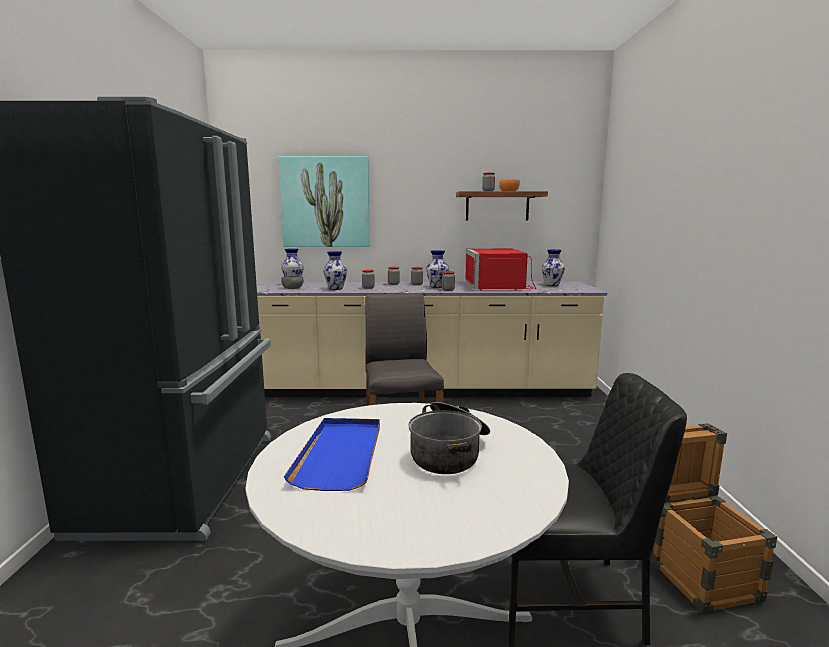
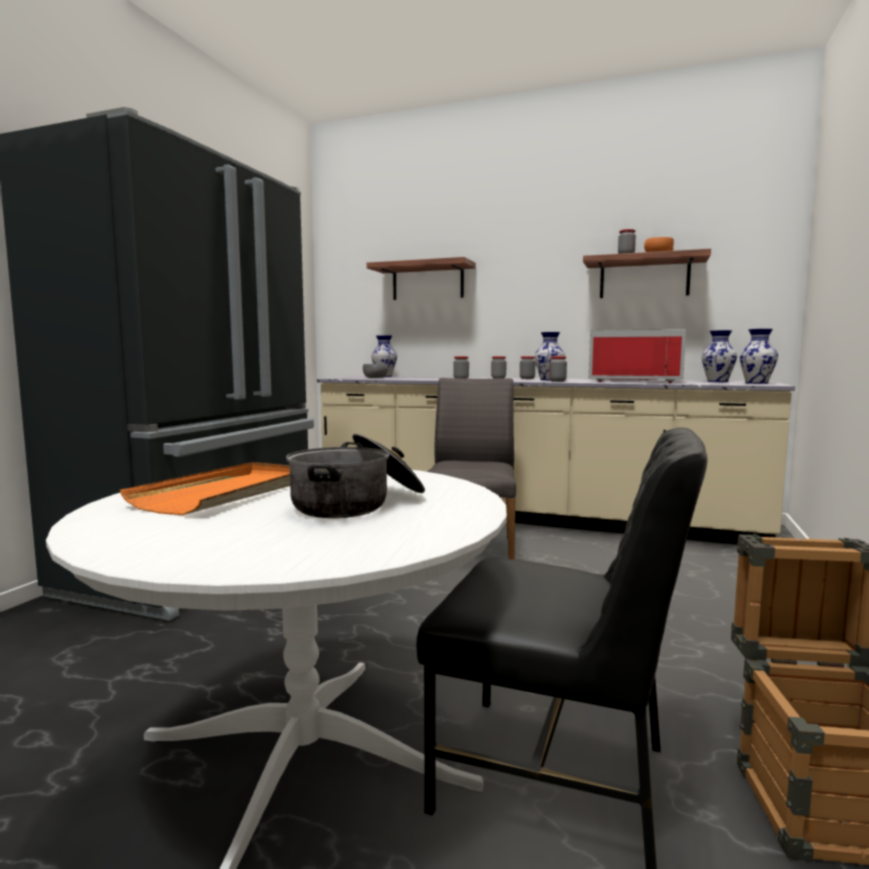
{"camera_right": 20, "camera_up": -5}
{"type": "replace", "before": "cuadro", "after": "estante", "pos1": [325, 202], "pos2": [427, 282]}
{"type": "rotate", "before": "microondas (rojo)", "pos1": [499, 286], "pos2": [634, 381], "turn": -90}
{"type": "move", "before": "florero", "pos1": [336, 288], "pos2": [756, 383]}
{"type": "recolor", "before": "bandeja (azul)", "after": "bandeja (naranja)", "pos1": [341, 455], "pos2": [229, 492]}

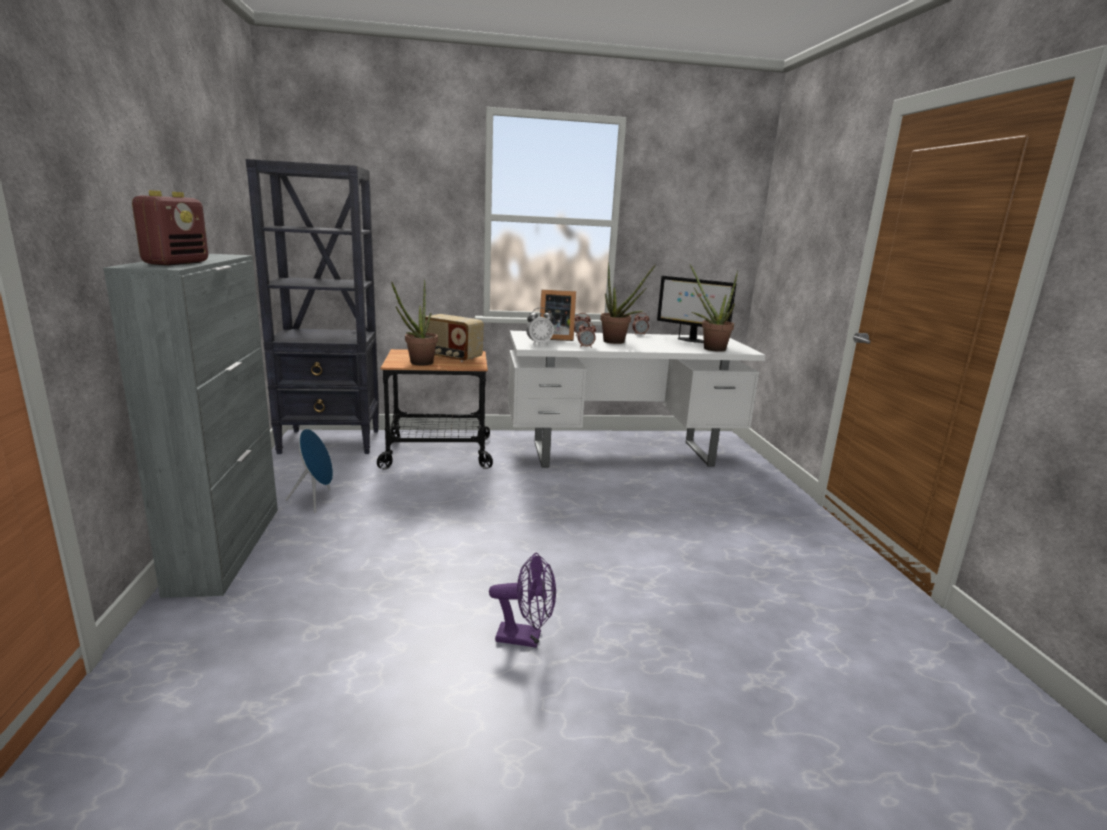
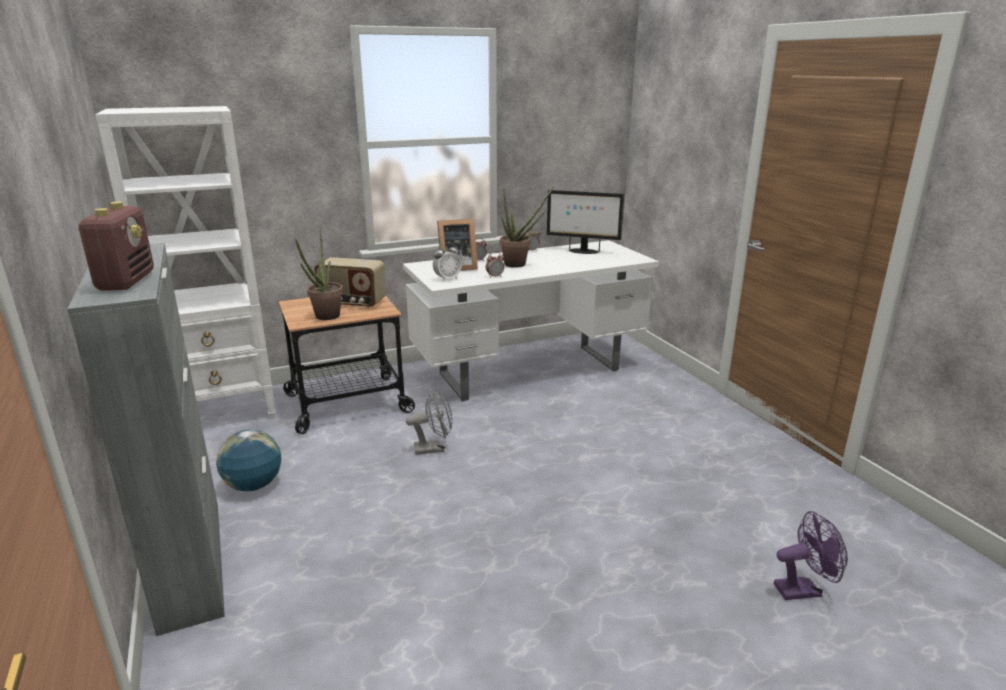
{"camera_right": -15, "camera_up": 5}
{"type": "recolor", "before": "estantería (negro)", "after": "estantería (blanco)", "pos1": [331, 442], "pos2": [224, 411]}
{"type": "delete", "before": "planta en maceta", "pos1": [709, 348]}
{"type": "replace", "before": "altavoz (azul)", "after": "globo terráqueo", "pos1": [316, 500], "pos2": [253, 485]}
{"type": "move", "before": "ventilador (morado)", "pos1": [526, 638], "pos2": [803, 589]}
{"type": "insert", "after": "ventilador (gris)", "pos2": [434, 448]}

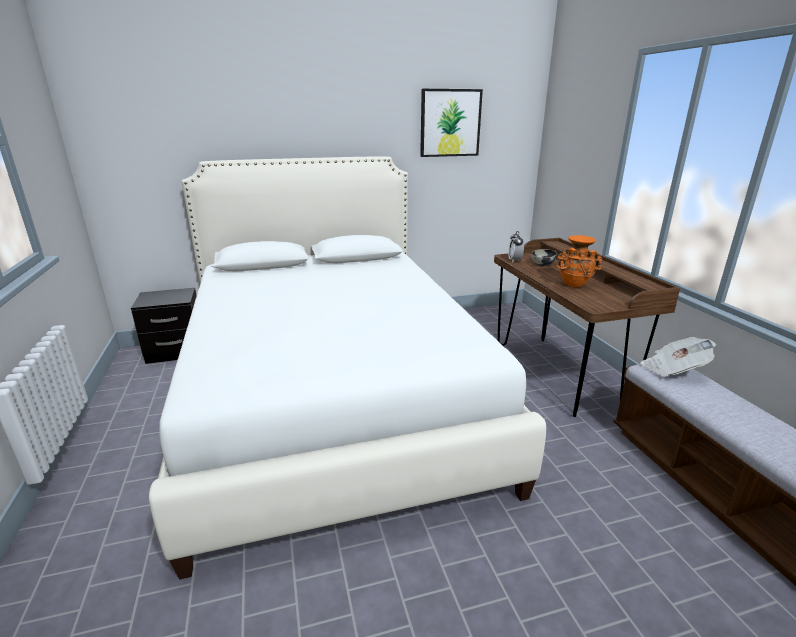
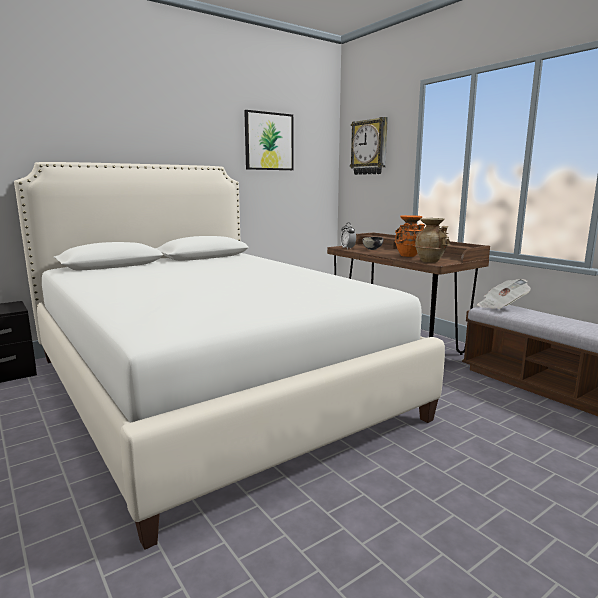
{"camera_right": -20, "camera_up": -10}
{"type": "insert", "after": "reloj de pared", "pos2": [369, 147]}
{"type": "insert", "after": "florero (beis)", "pos2": [430, 261]}

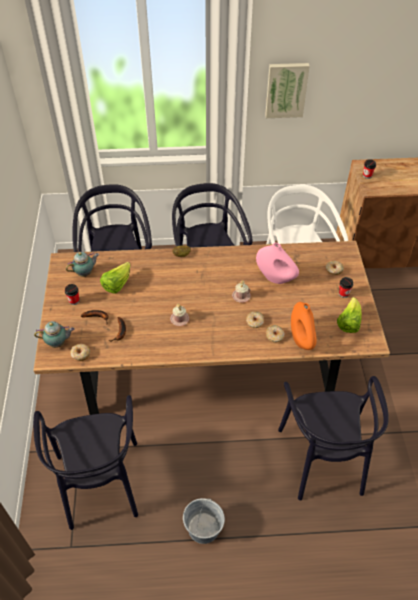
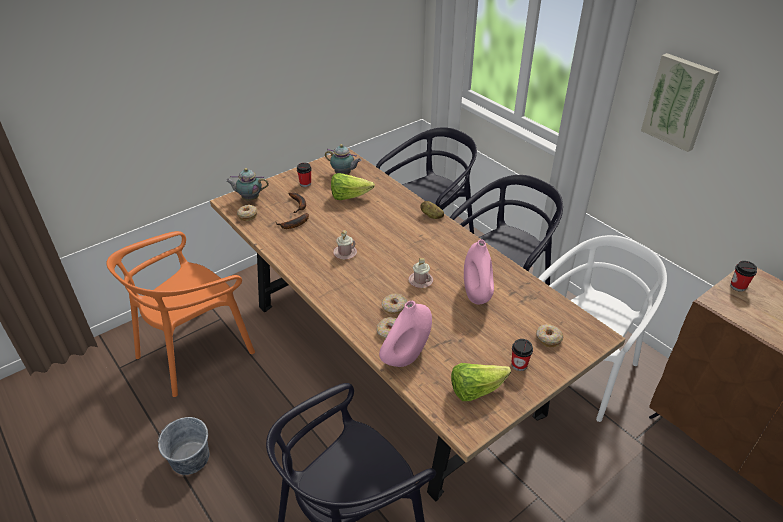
{"camera_right": 55, "camera_up": -10}
{"type": "recolor", "before": "florero (naranja)", "after": "florero (rosa)", "pos1": [301, 339], "pos2": [405, 357]}
{"type": "rotate", "before": "tetera", "pos1": [58, 343], "pos2": [249, 198], "turn": 135}
{"type": "recolor", "before": "silla (negro)", "after": "silla (naranja)", "pos1": [100, 482], "pos2": [195, 351]}

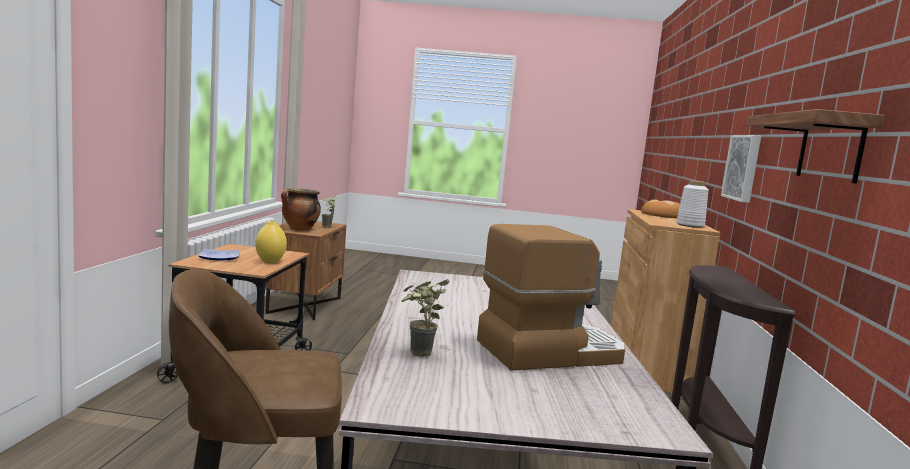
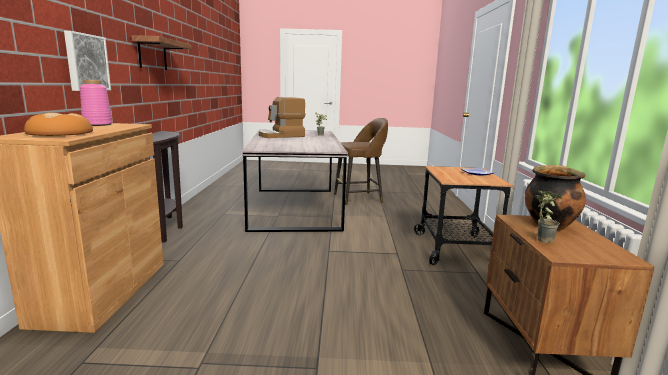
{"camera_right": 175, "camera_up": 5}
{"type": "recolor", "before": "florero (blanco)", "after": "florero (rosa)", "pos1": [690, 225], "pos2": [97, 124]}
{"type": "delete", "before": "florero (amarillo)", "pos1": [270, 262]}

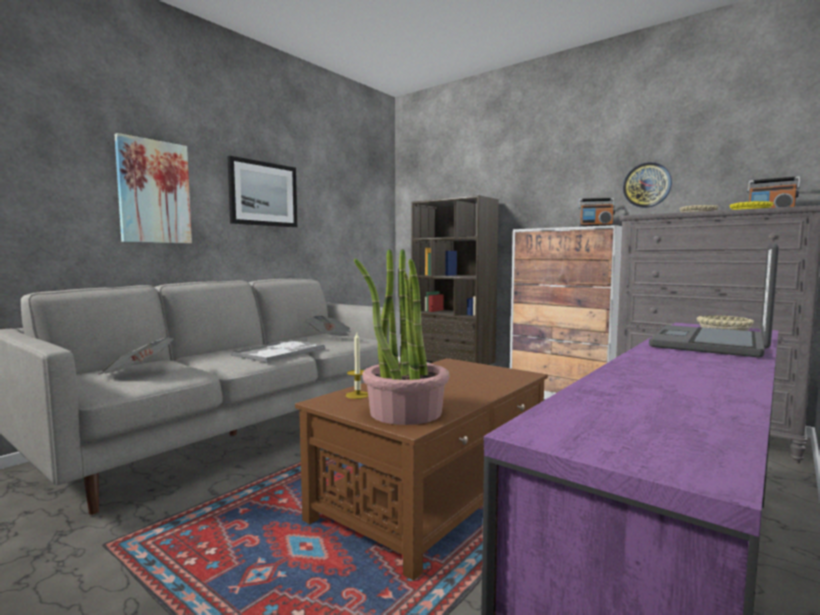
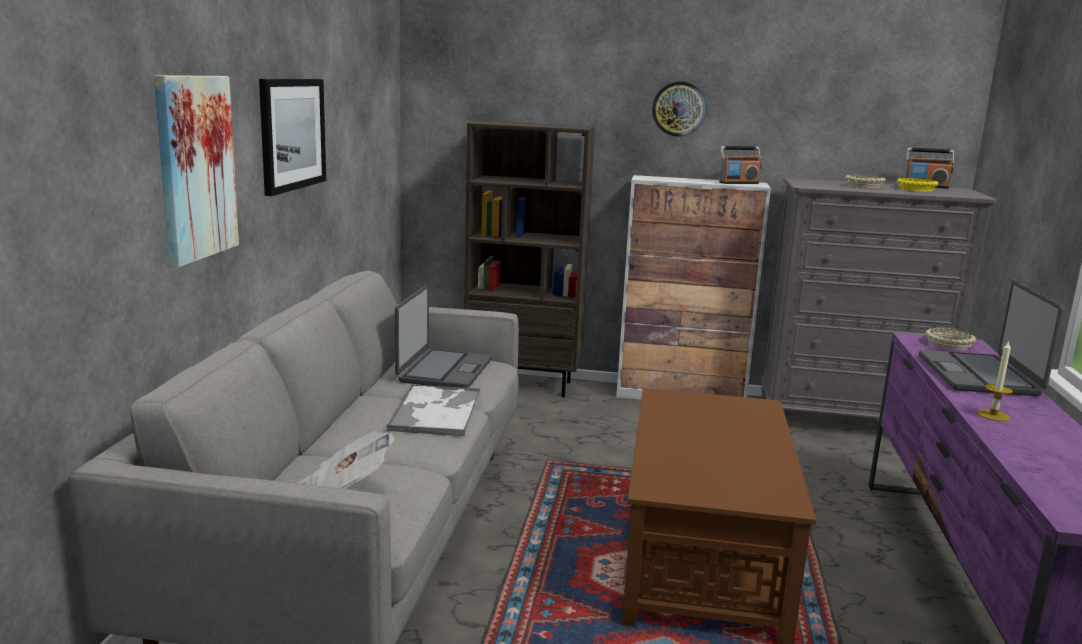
{"camera_right": -30, "camera_up": 10}
{"type": "move", "before": "reloj de pared", "pos1": [647, 185], "pos2": [679, 109]}
{"type": "delete", "before": "planta en maceta", "pos1": [405, 412]}
{"type": "replace", "before": "periódico", "after": "portátil", "pos1": [330, 339], "pos2": [444, 371]}
{"type": "move", "before": "vela", "pos1": [357, 395], "pos2": [993, 415]}

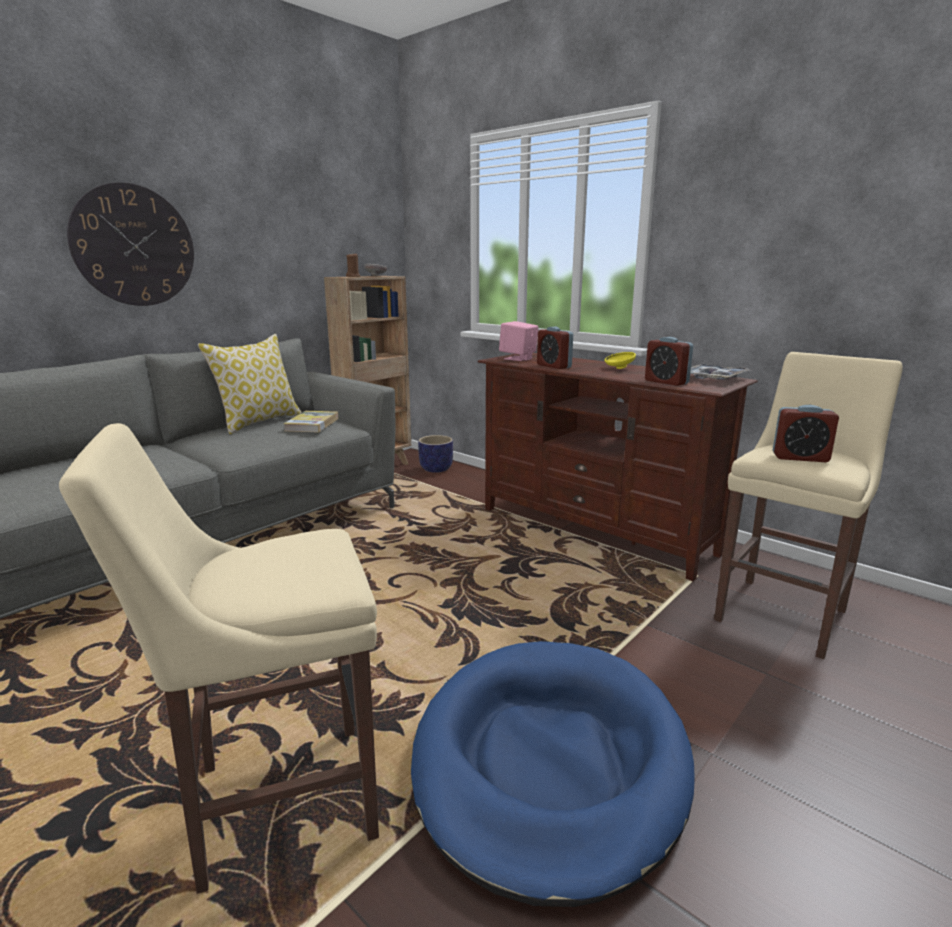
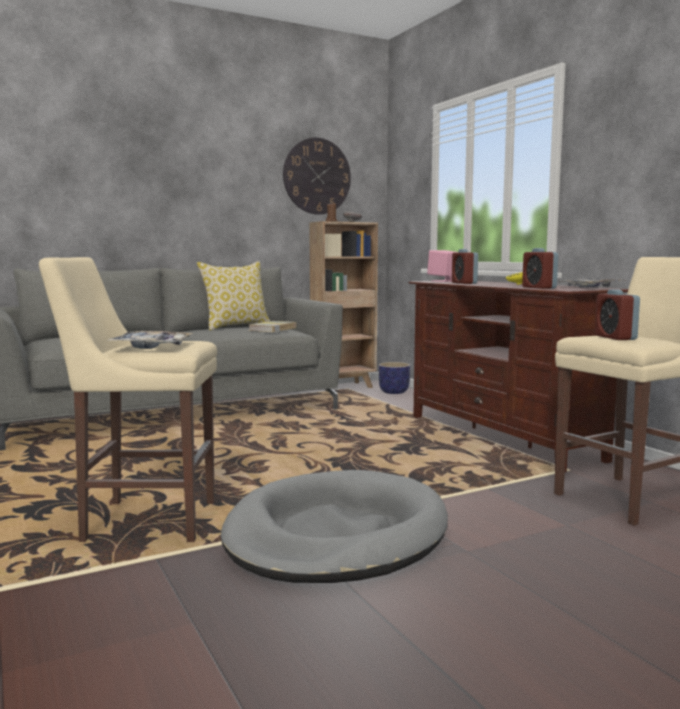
{"camera_right": 20, "camera_up": -10}
{"type": "move", "before": "reloj de pared", "pos1": [134, 246], "pos2": [317, 176]}
{"type": "rotate", "before": "despertador", "pos1": [800, 457], "pos2": [615, 337], "turn": 45}
{"type": "recolor", "before": "cama para perro (azul)", "after": "cama para perro (gris)", "pos1": [549, 762], "pos2": [336, 535]}
{"type": "insert", "after": "bandeja", "pos2": [151, 346]}

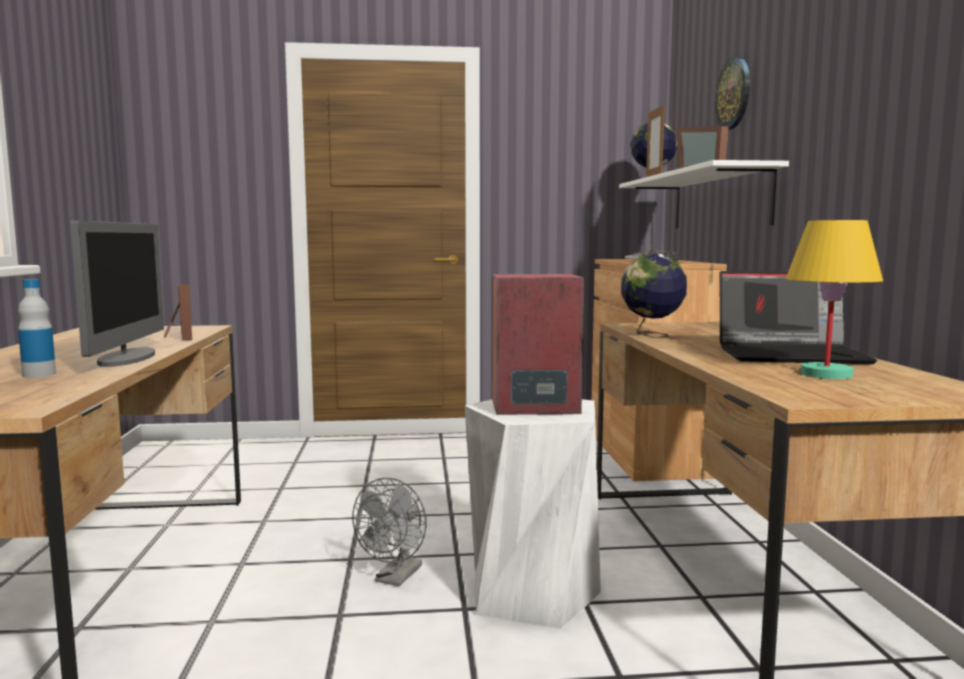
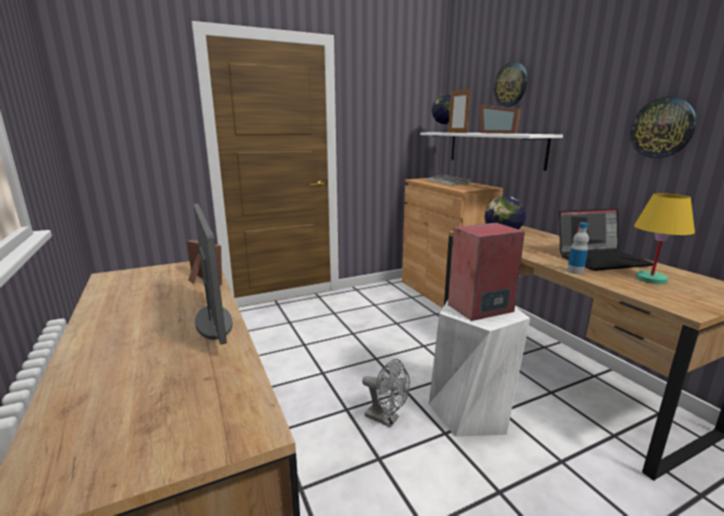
{"camera_right": -20, "camera_up": 10}
{"type": "move", "before": "botella", "pos1": [39, 374], "pos2": [575, 271]}
{"type": "rotate", "before": "ventilador (gris)", "pos1": [395, 578], "pos2": [386, 419], "turn": -60}
{"type": "insert", "after": "reloj de pared", "pos2": [662, 128]}

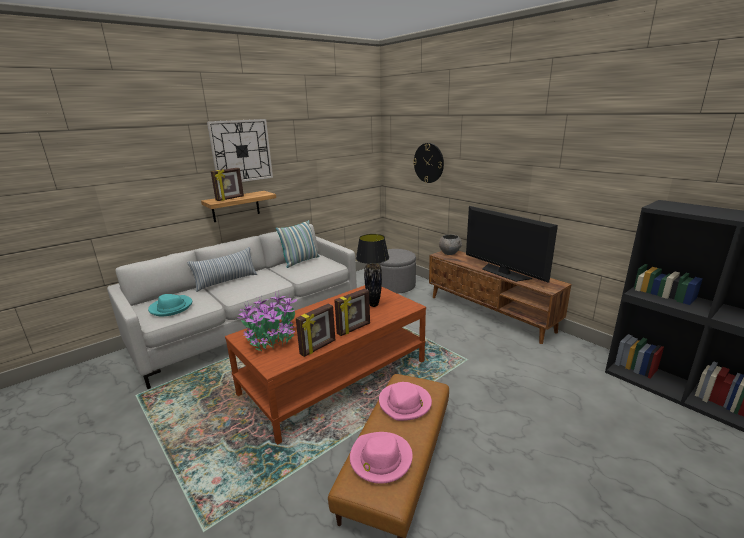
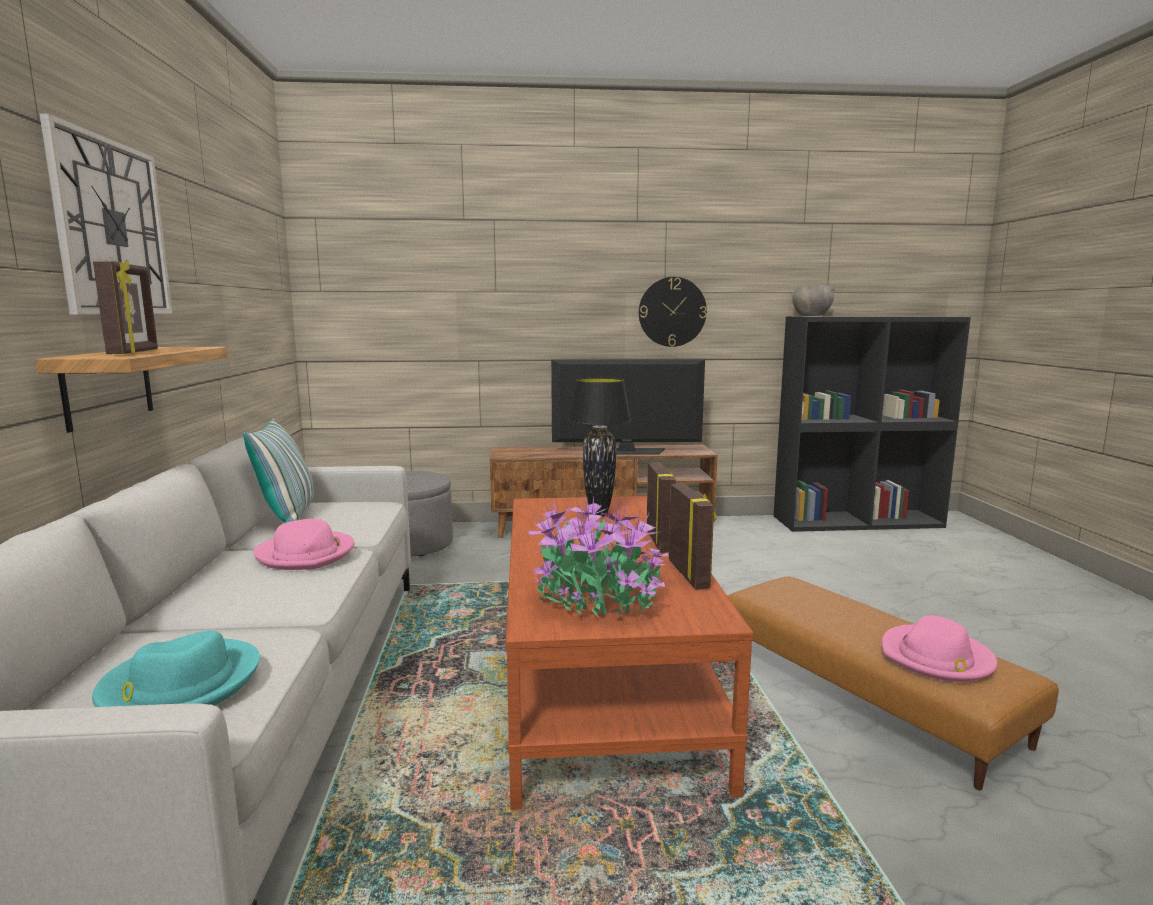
{"camera_right": -55, "camera_up": -10}
{"type": "move", "before": "reloj de pared", "pos1": [428, 163], "pos2": [672, 312]}
{"type": "move", "before": "cuenco (gris)", "pos1": [449, 253], "pos2": [811, 316]}
{"type": "delete", "before": "cojín", "pos1": [226, 281]}
{"type": "move", "before": "sombrero (rosa)", "pos1": [405, 403], "pos2": [306, 554]}

